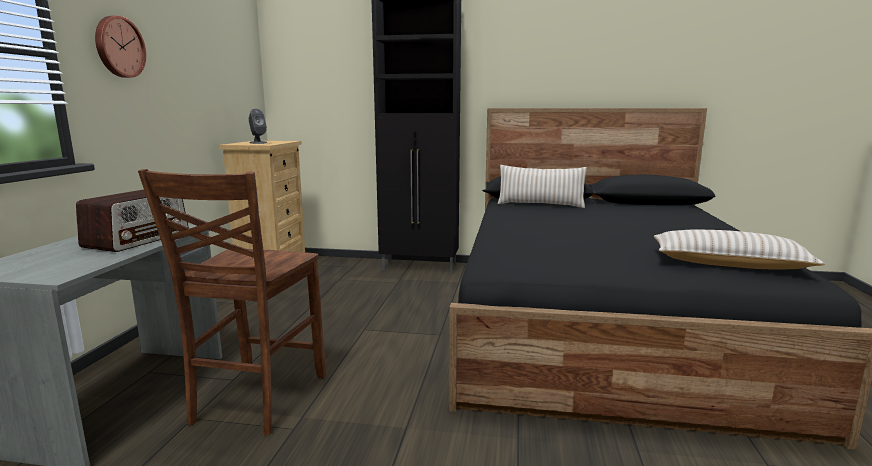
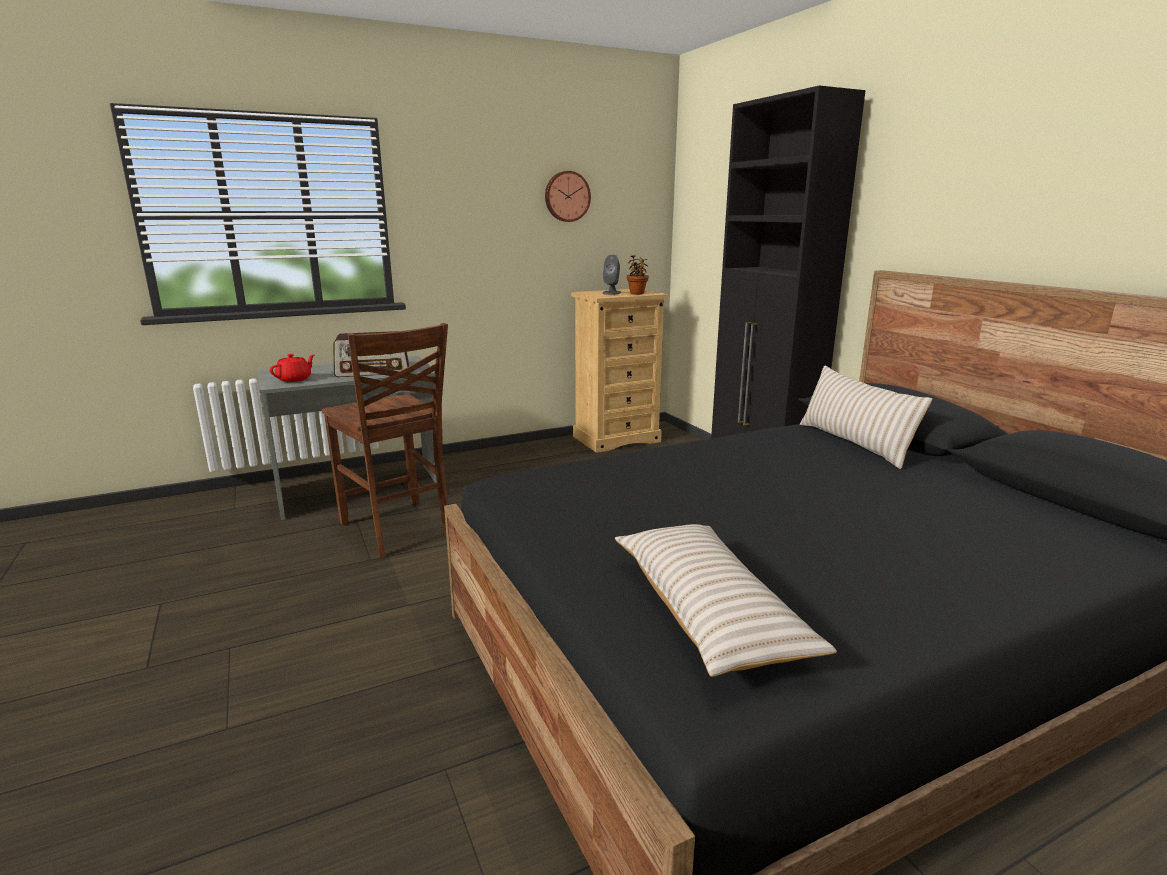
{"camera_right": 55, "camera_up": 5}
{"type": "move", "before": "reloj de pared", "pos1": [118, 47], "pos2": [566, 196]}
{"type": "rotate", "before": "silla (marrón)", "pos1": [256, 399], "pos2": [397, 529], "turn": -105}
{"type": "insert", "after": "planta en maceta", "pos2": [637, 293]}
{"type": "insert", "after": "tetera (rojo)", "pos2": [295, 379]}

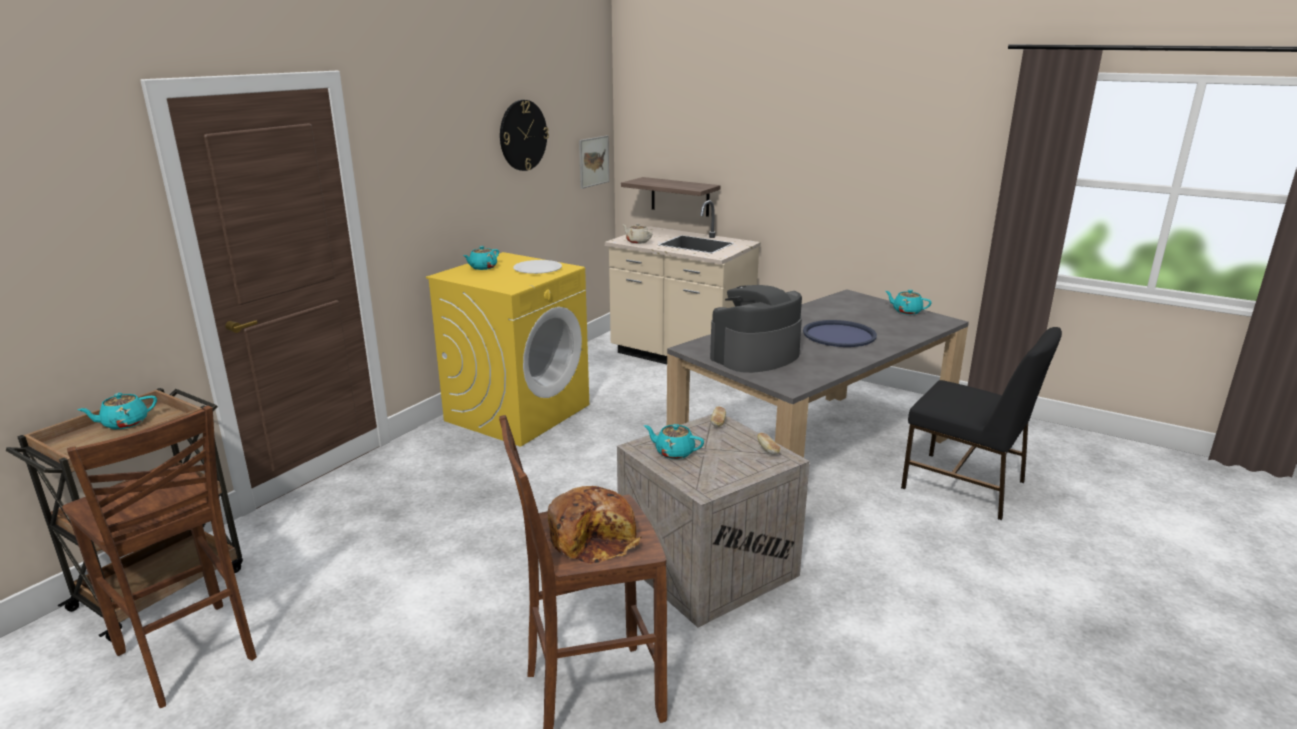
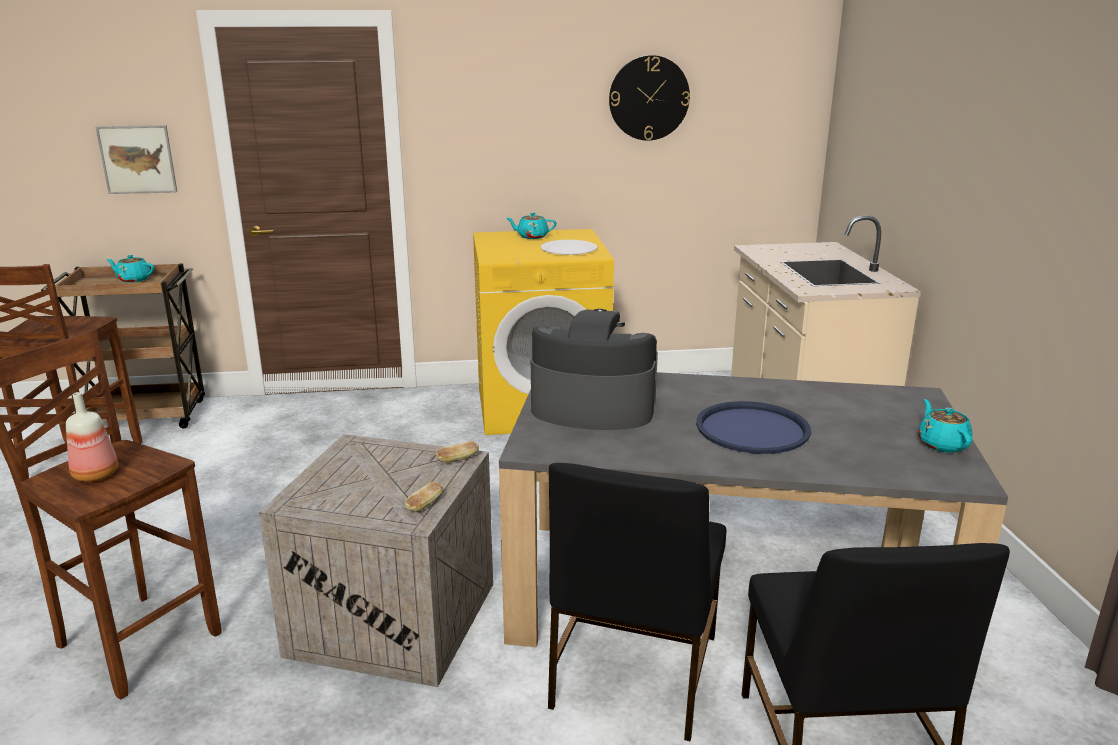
{"camera_right": 50, "camera_up": 0}
{"type": "move", "before": "cuadro", "pos1": [593, 161], "pos2": [137, 159]}
{"type": "delete", "before": "estante", "pos1": [680, 197]}
{"type": "delete", "before": "tetera (beis)", "pos1": [637, 242]}
{"type": "delete", "before": "tetera (turquesa)", "pos1": [674, 452]}
{"type": "replace", "before": "pan", "after": "botella", "pos1": [594, 537], "pos2": [96, 474]}
{"type": "insert", "after": "silla (negro)", "pos2": [633, 673]}

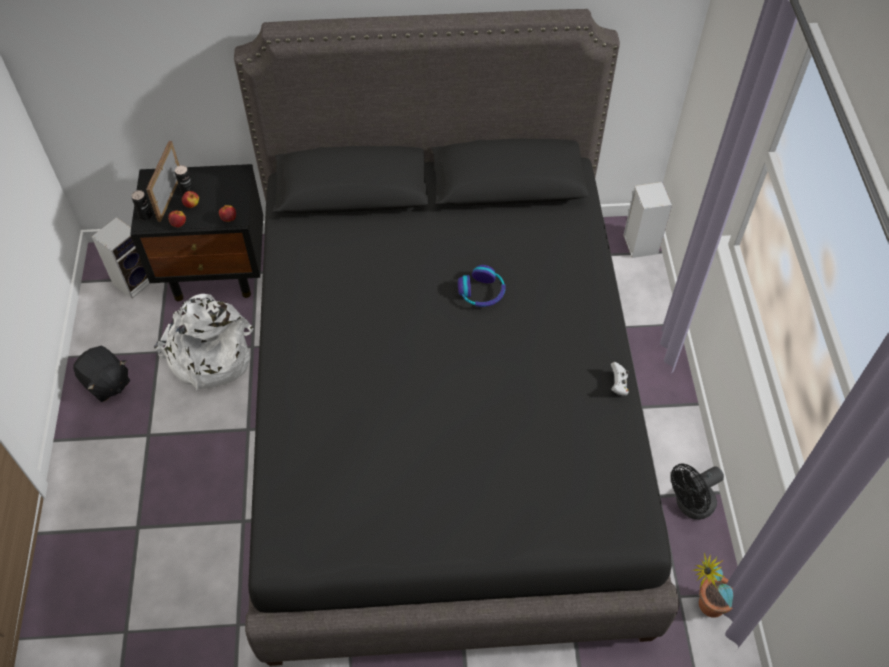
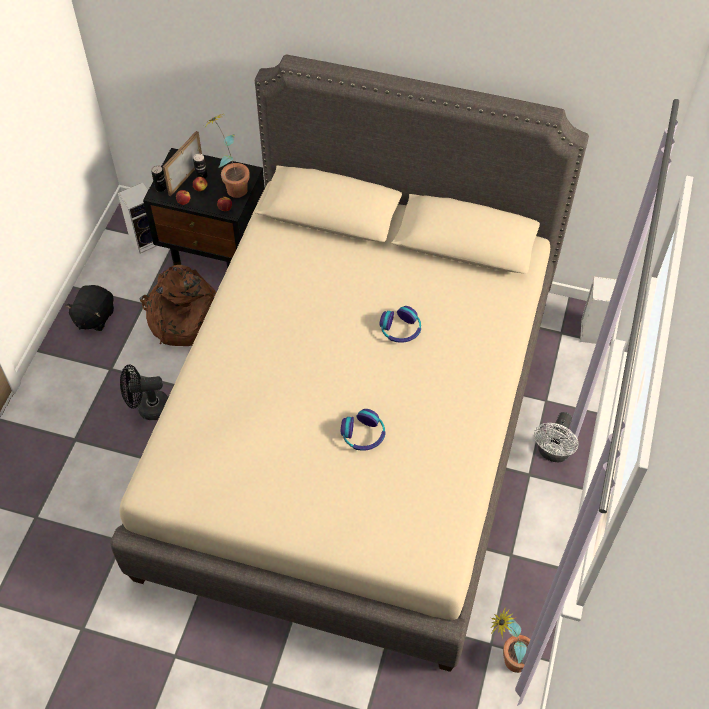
{"camera_right": 20, "camera_up": 0}
{"type": "recolor", "before": "cama (negro)", "after": "cama (beis)", "pos1": [443, 415], "pos2": [353, 427]}
{"type": "recolor", "before": "mochila (blanco)", "after": "mochila (marrón)", "pos1": [208, 355], "pos2": [182, 318]}
{"type": "rotate", "before": "peluche (negro)", "pos1": [106, 383], "pos2": [94, 317], "turn": 45}
{"type": "delete", "before": "mando de consola (blanco)", "pos1": [618, 385]}
{"type": "move", "before": "ventilador (negro)", "pos1": [690, 505], "pos2": [148, 408]}
{"type": "insert", "after": "planta en maceta", "pos2": [232, 186]}
{"type": "insert", "after": "auriculares", "pos2": [363, 435]}
{"type": "insert", "after": "ventilador (blanco)", "pos2": [553, 453]}

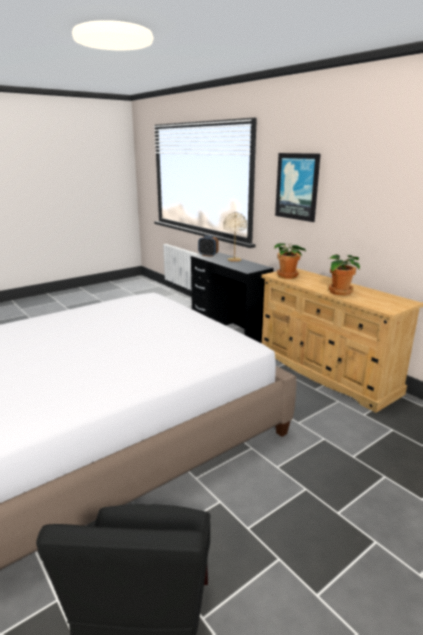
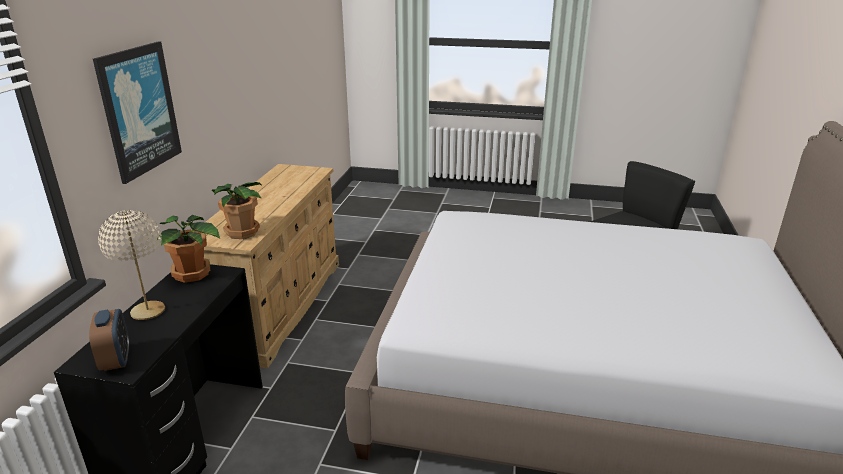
{"camera_right": -130, "camera_up": 5}
{"type": "move", "before": "planta en maceta", "pos1": [339, 292], "pos2": [192, 274]}

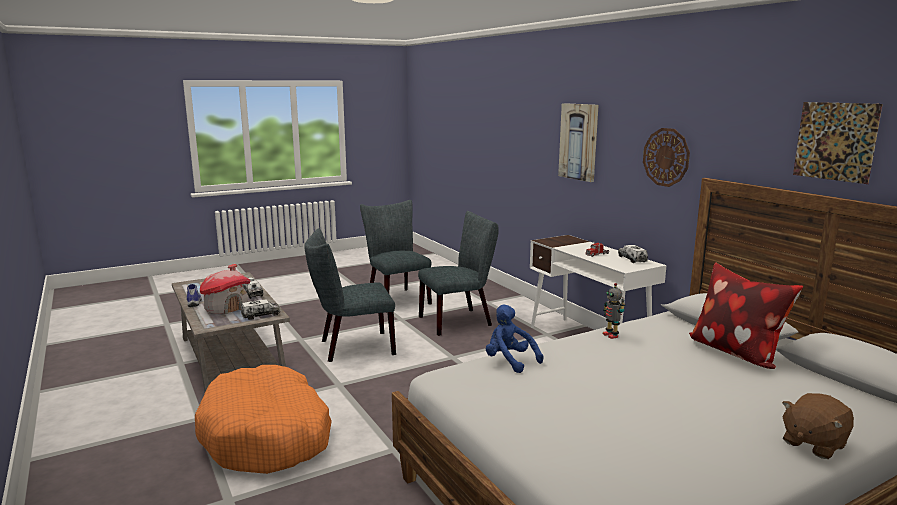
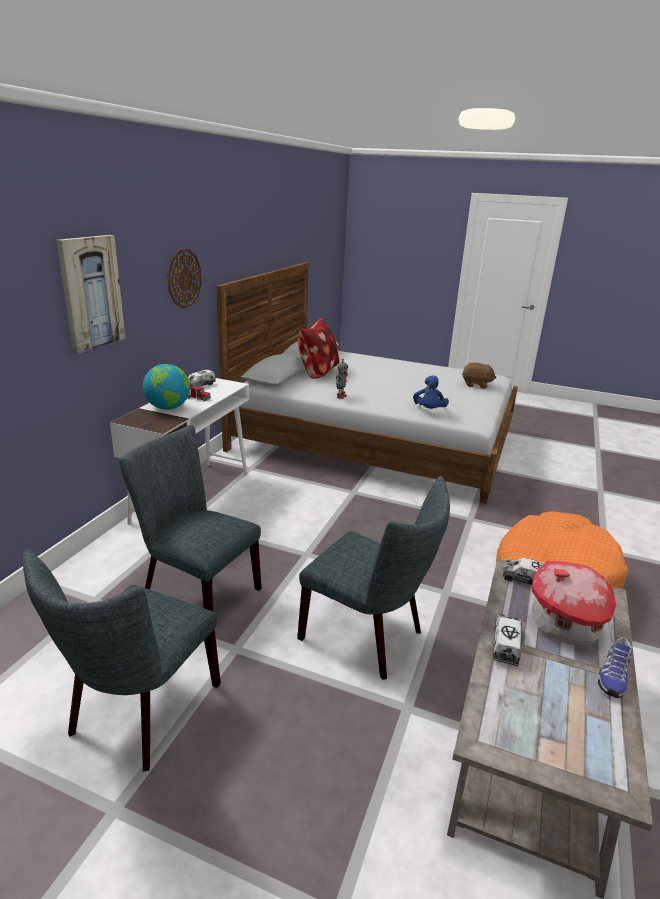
{"camera_right": -130, "camera_up": 10}
{"type": "delete", "before": "cuadro", "pos1": [835, 141]}
{"type": "move", "before": "peluche (marrón)", "pos1": [813, 443], "pos2": [476, 385]}
{"type": "insert", "after": "globo terráqueo", "pos2": [168, 408]}

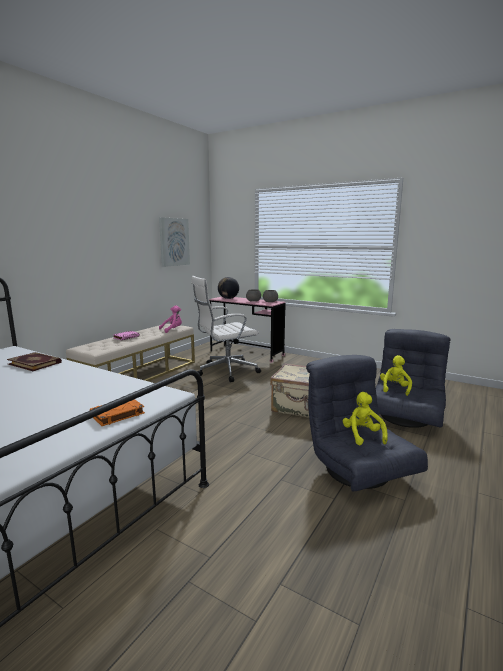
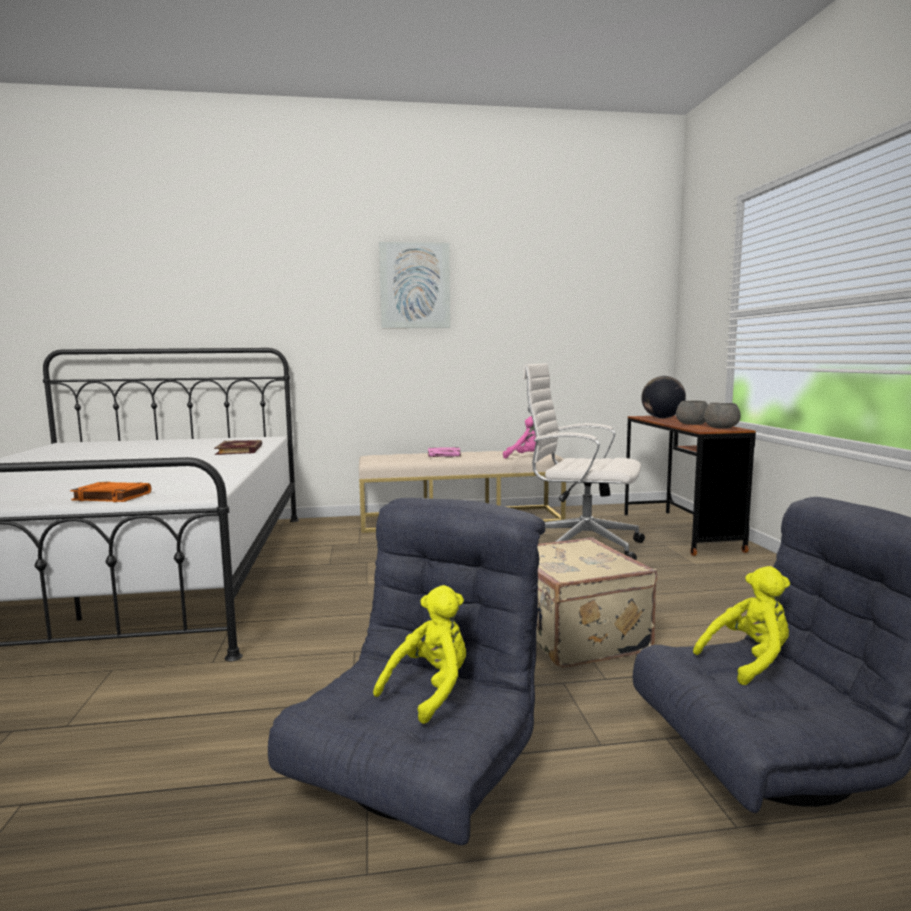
{"camera_right": 50, "camera_up": -5}
{"type": "move", "before": "cuadro", "pos1": [174, 242], "pos2": [414, 286]}
{"type": "recolor", "before": "escritorio (rosa)", "after": "escritorio (marrón)", "pos1": [246, 353], "pos2": [679, 531]}

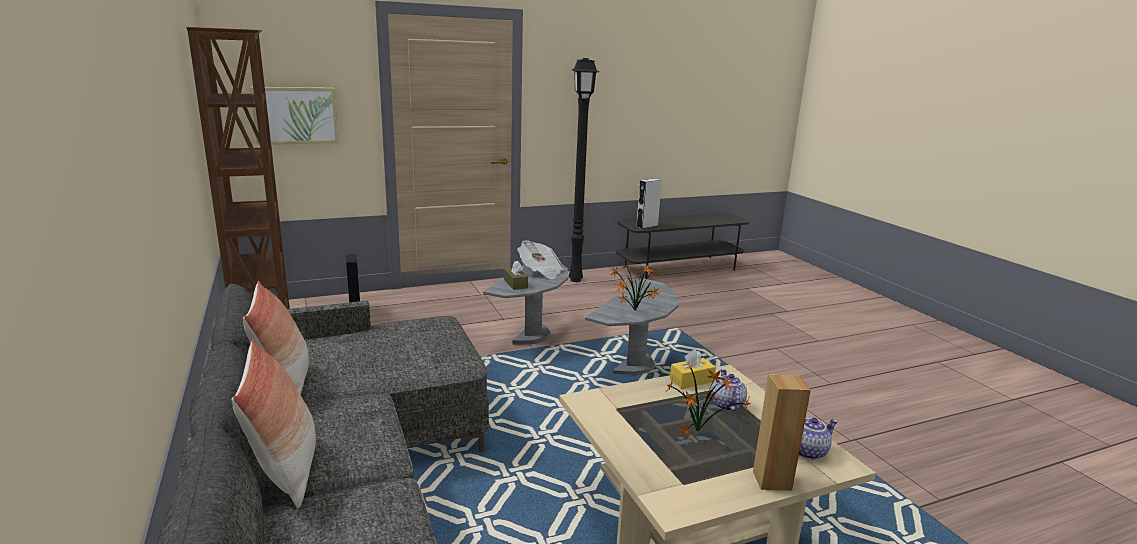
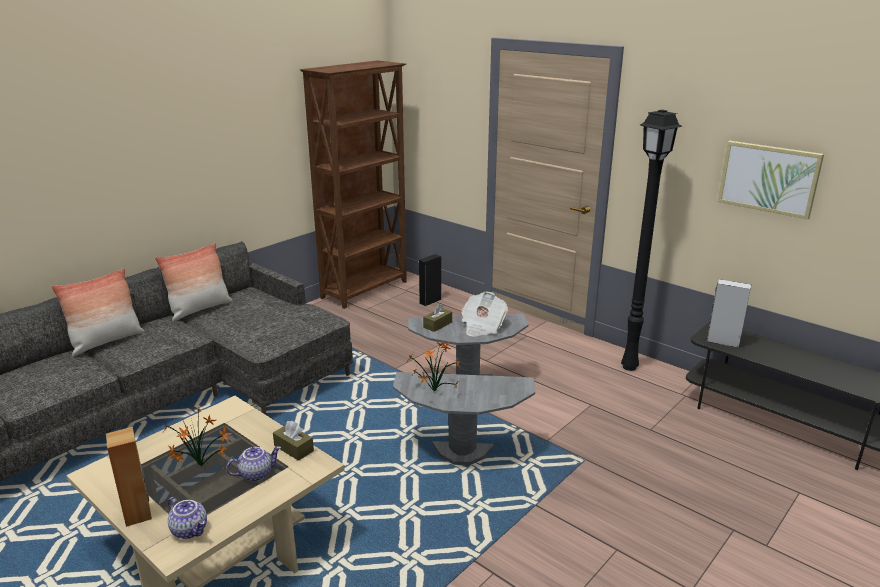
{"camera_right": 65, "camera_up": 5}
{"type": "move", "before": "cuadro", "pos1": [295, 115], "pos2": [768, 178]}
{"type": "recolor", "before": "caja de pañuelos (amarillo)", "after": "caja de pañuelos (marrón)", "pos1": [691, 380], "pos2": [294, 448]}

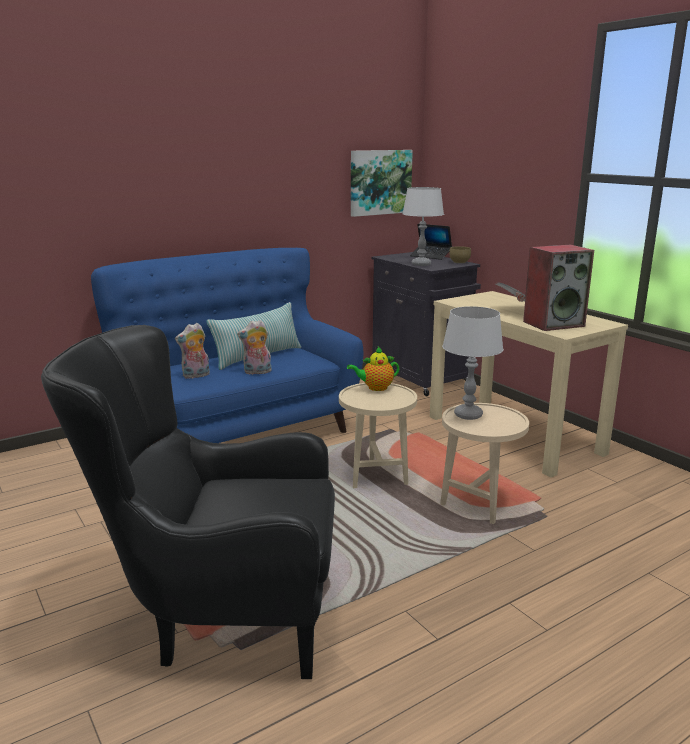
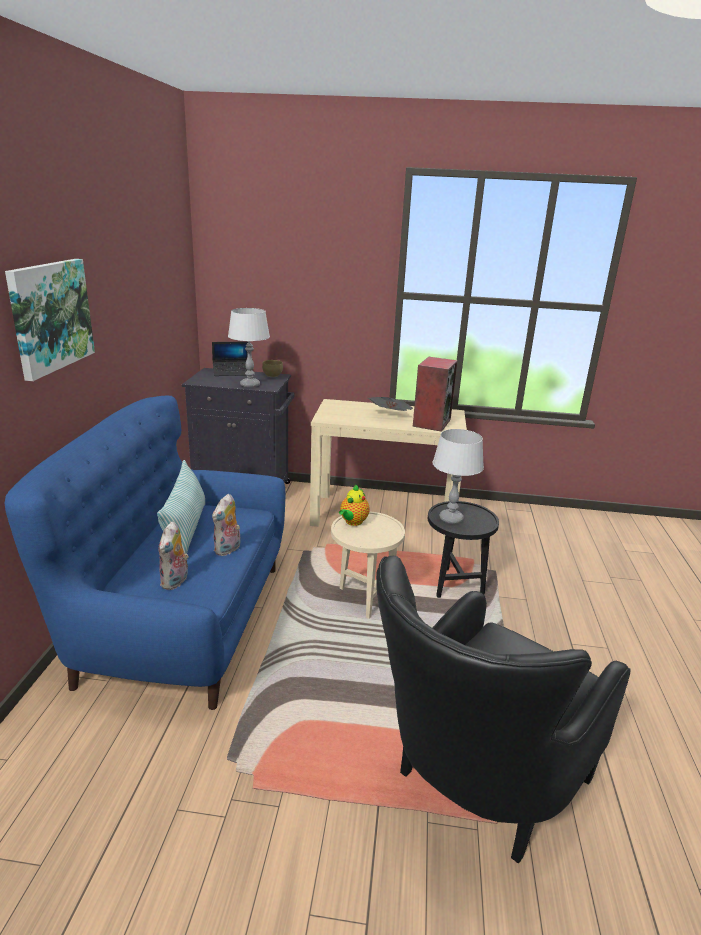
{"camera_right": -50, "camera_up": 5}
{"type": "move", "before": "cuadro", "pos1": [380, 182], "pos2": [50, 316]}
{"type": "recolor", "before": "mesa auxiliar (beis)", "after": "mesa auxiliar (negro)", "pos1": [478, 505], "pos2": [454, 584]}

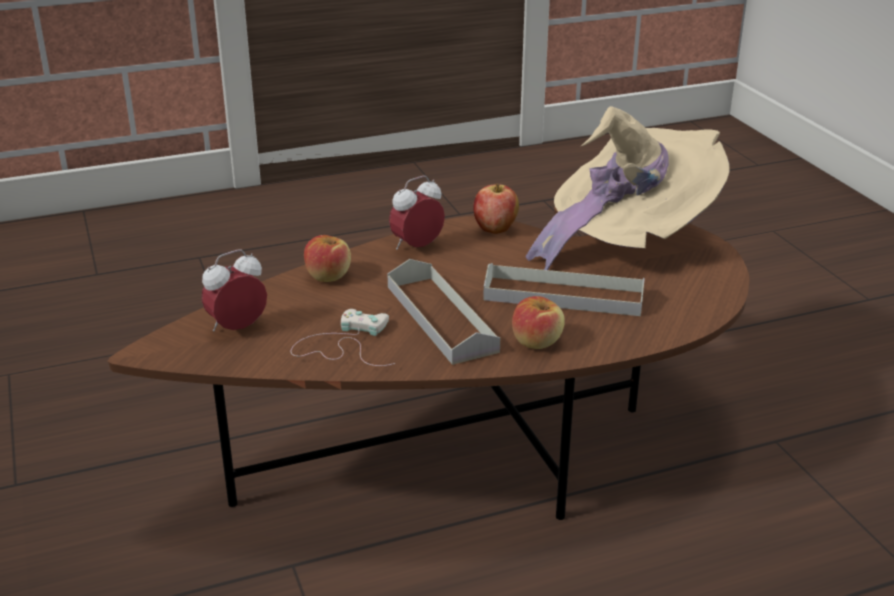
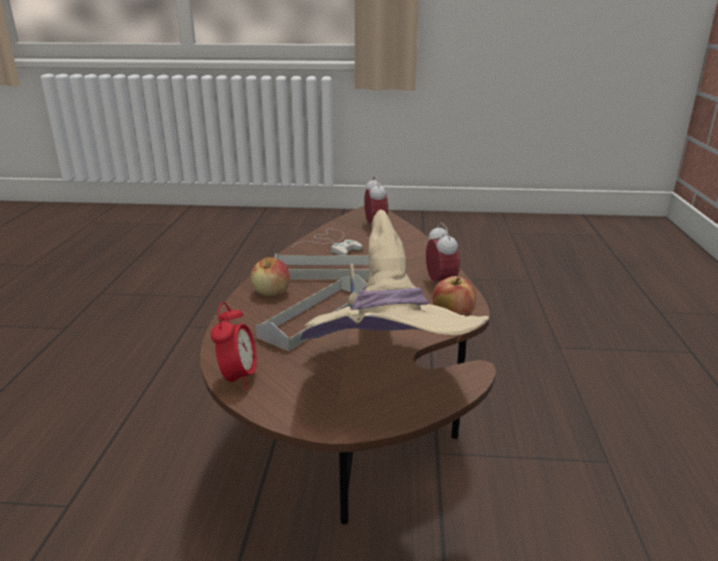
{"camera_right": 115, "camera_up": -5}
{"type": "delete", "before": "manzana", "pos1": [328, 275]}
{"type": "insert", "after": "despertador", "pos2": [238, 378]}

